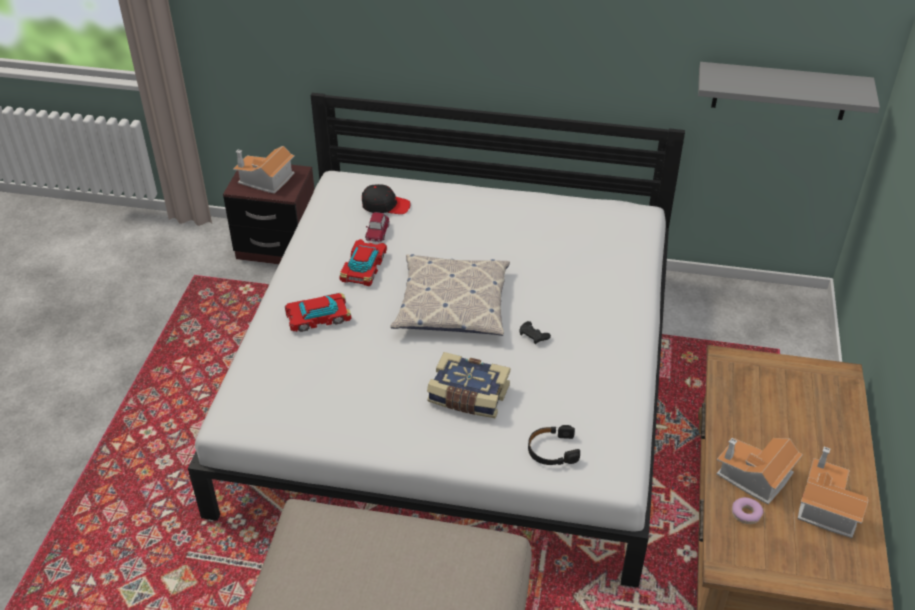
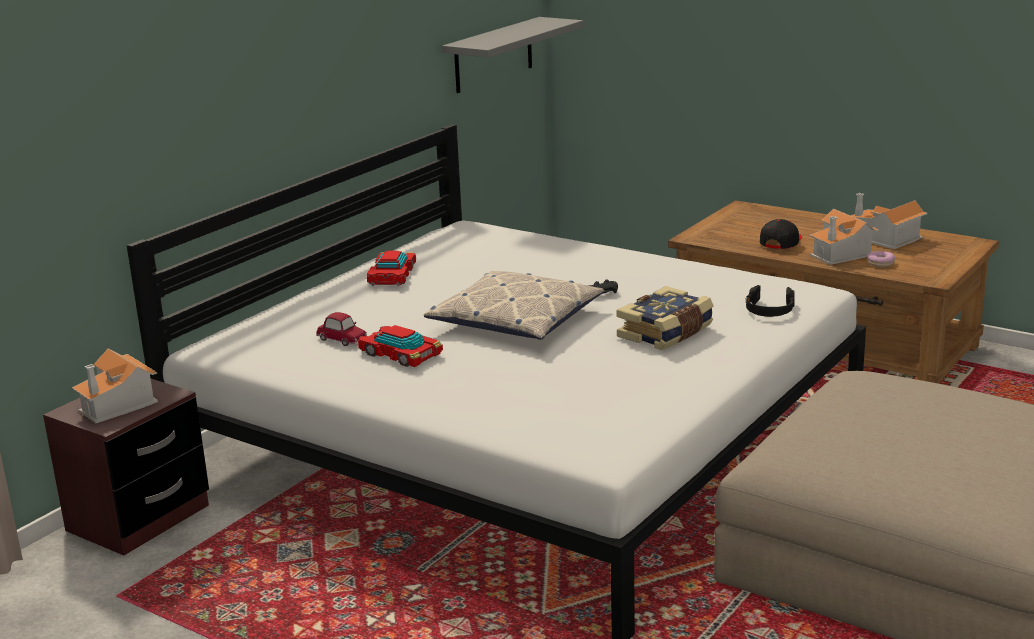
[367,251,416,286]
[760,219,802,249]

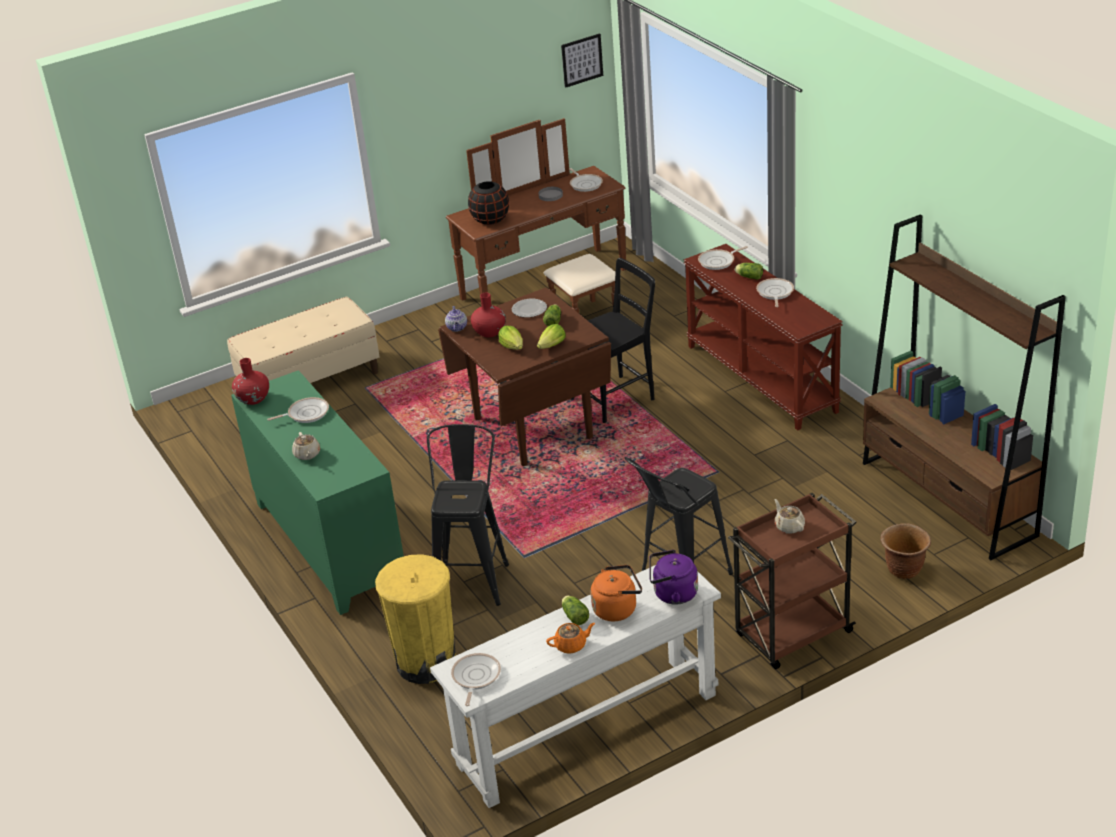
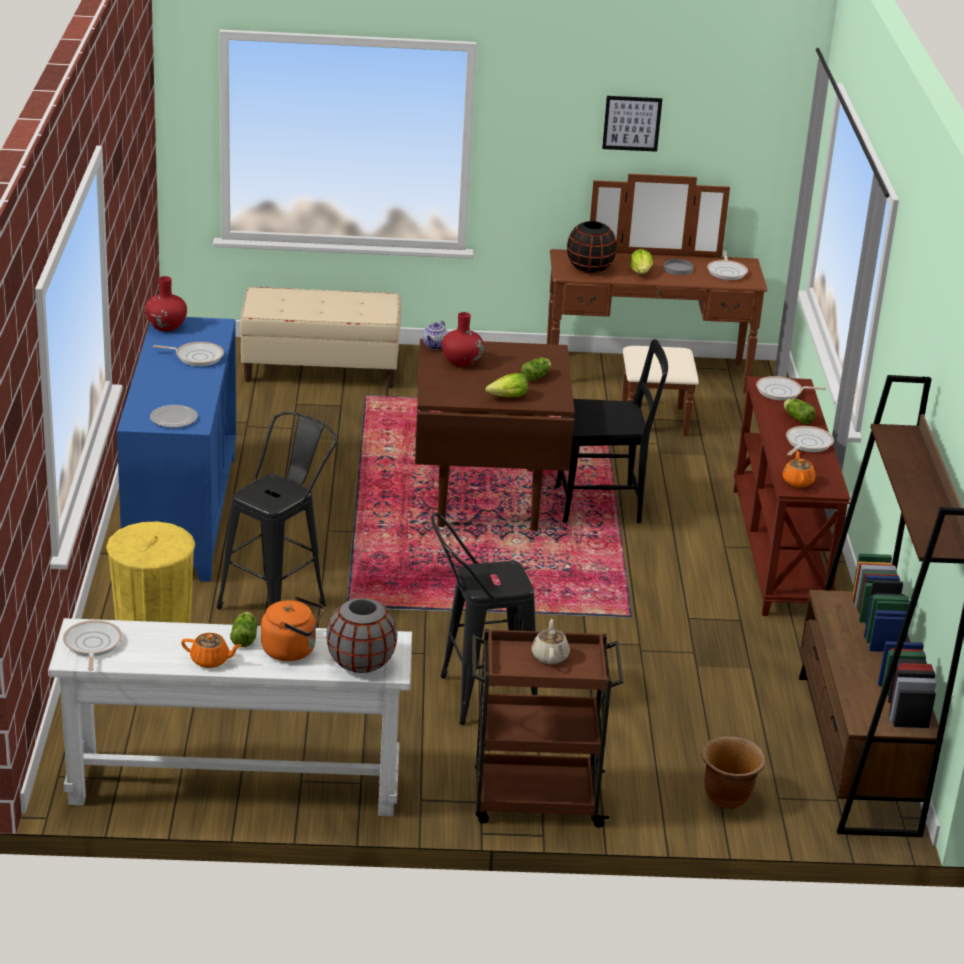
[117,317,236,582]
[292,432,320,460] (first image)
[63,620,122,671]
[630,249,653,274]
[150,405,198,428]
[602,96,662,152]
[326,598,397,673]
[783,451,815,488]

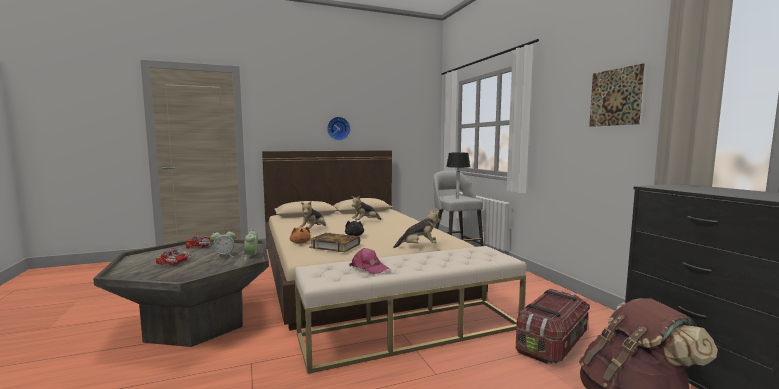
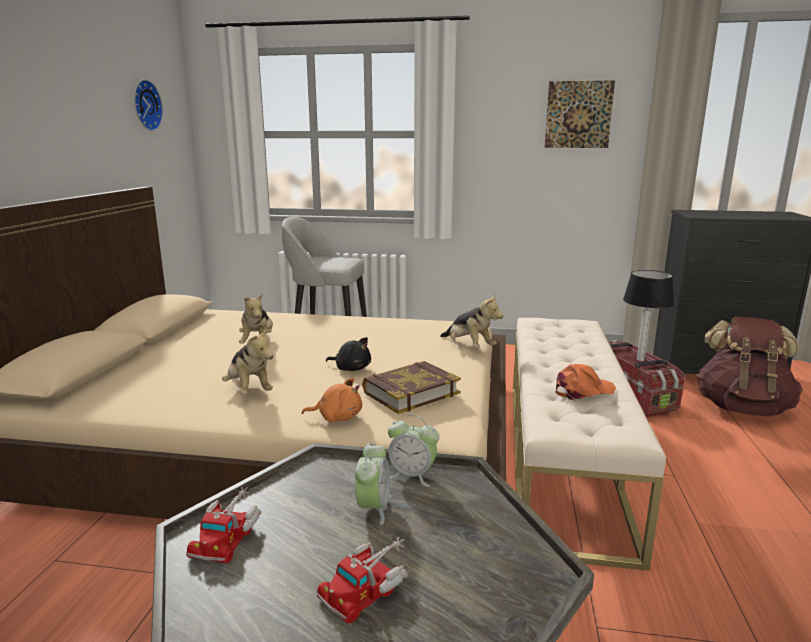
[134,79,163,131]
[556,364,616,401]
[440,294,504,348]
[623,270,674,361]

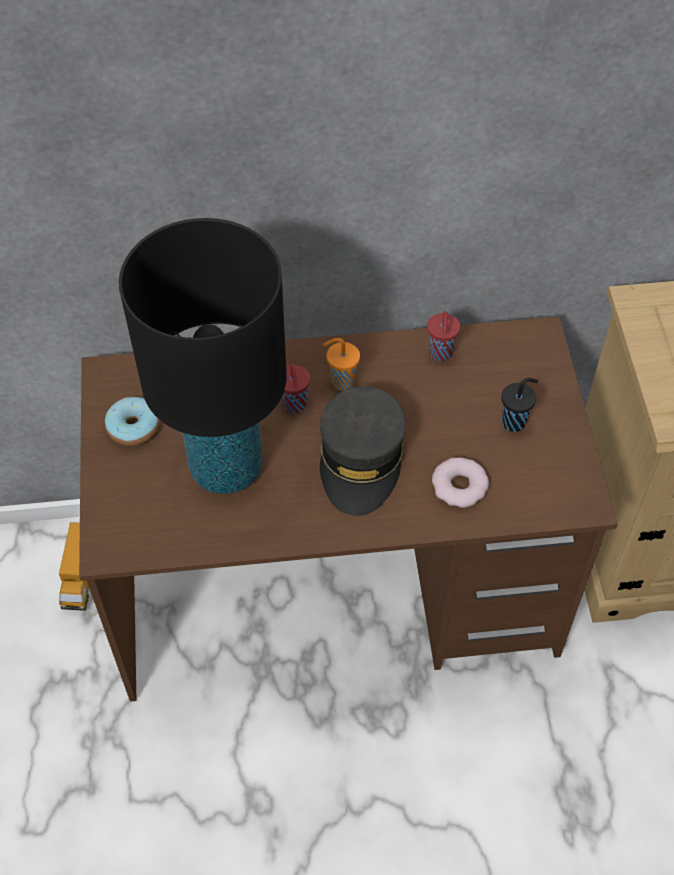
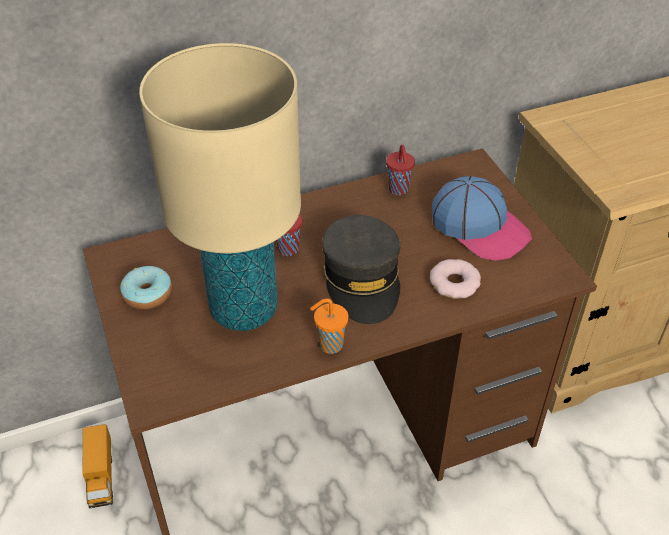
[139,43,301,331]
[310,298,349,354]
[432,176,532,261]

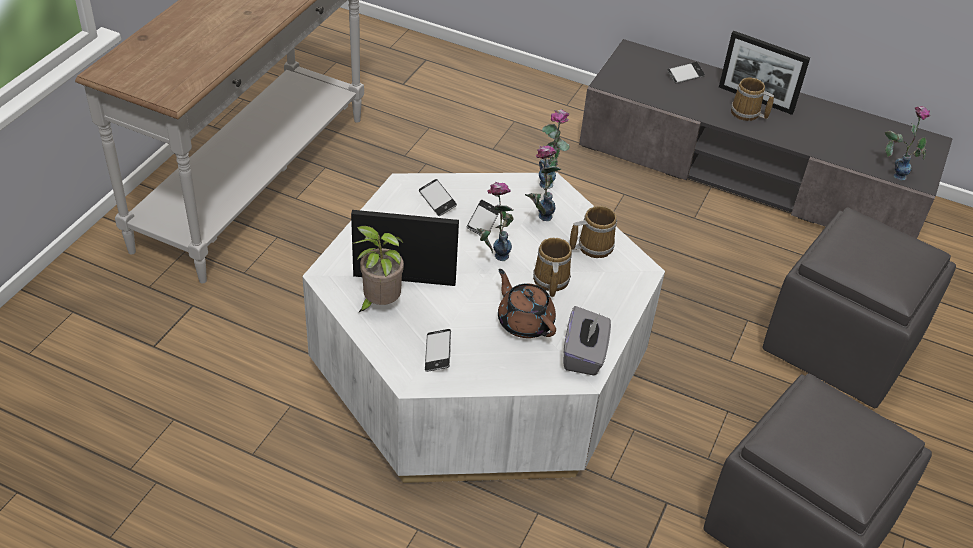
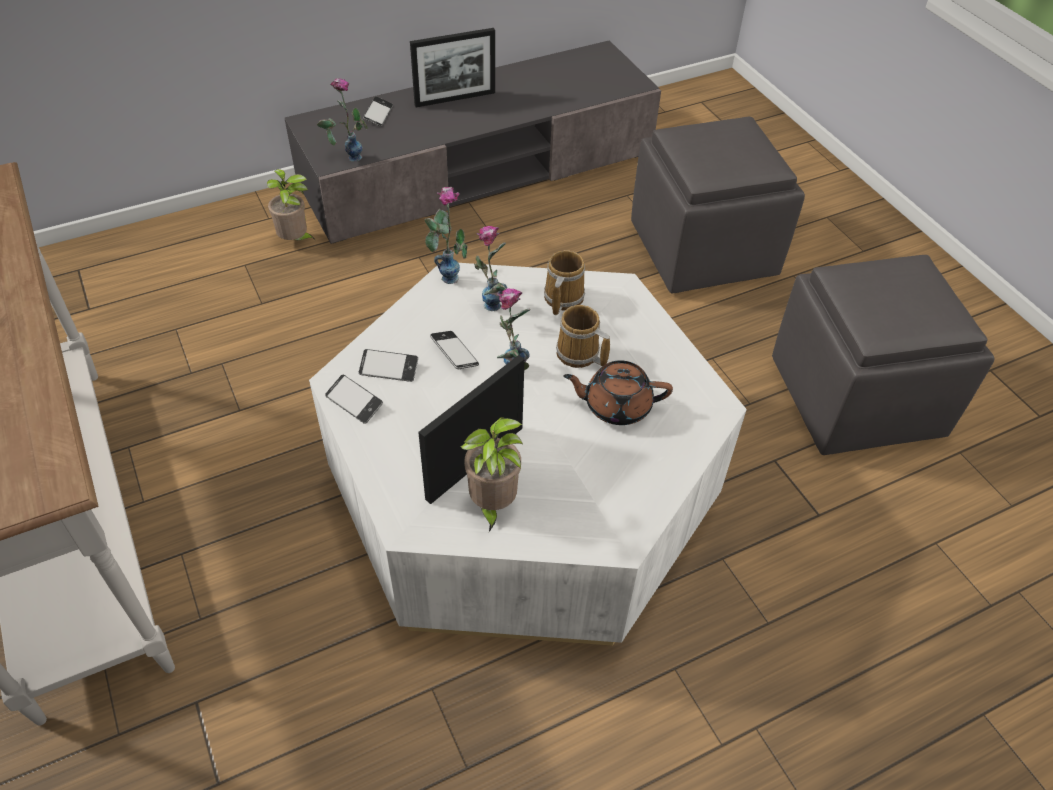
[325,374,383,424]
[563,306,611,375] (first image)
[731,77,774,121] (first image)
[317,78,368,162]
[267,169,316,241]

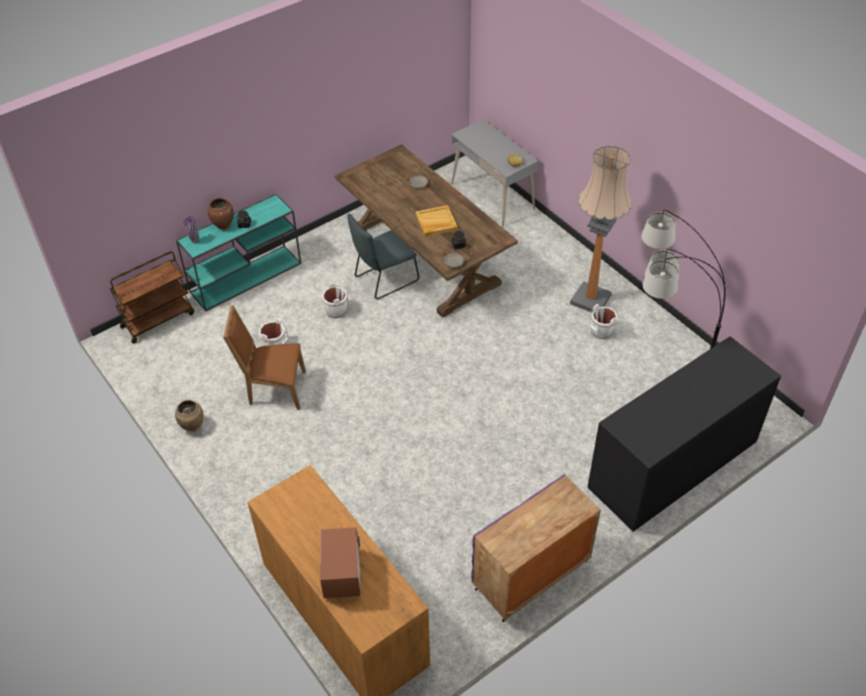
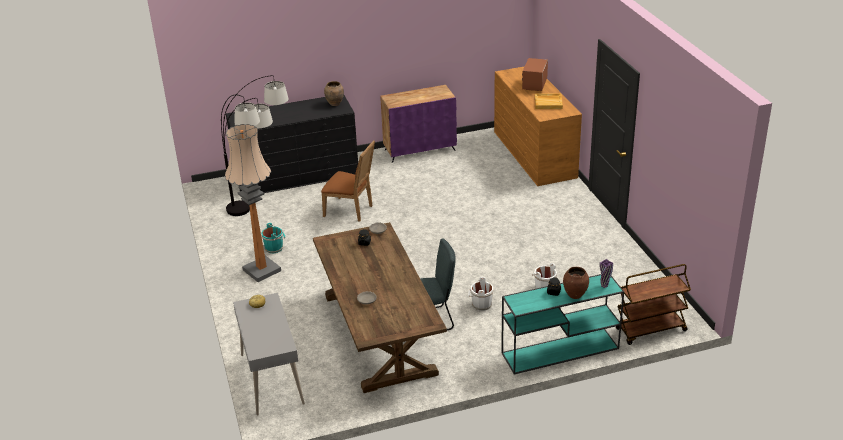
[324,81,344,106]
[321,140,375,222]
[535,93,563,109]
[261,223,285,253]

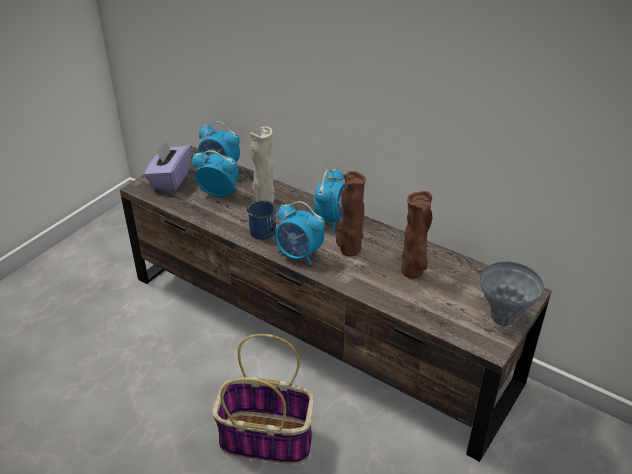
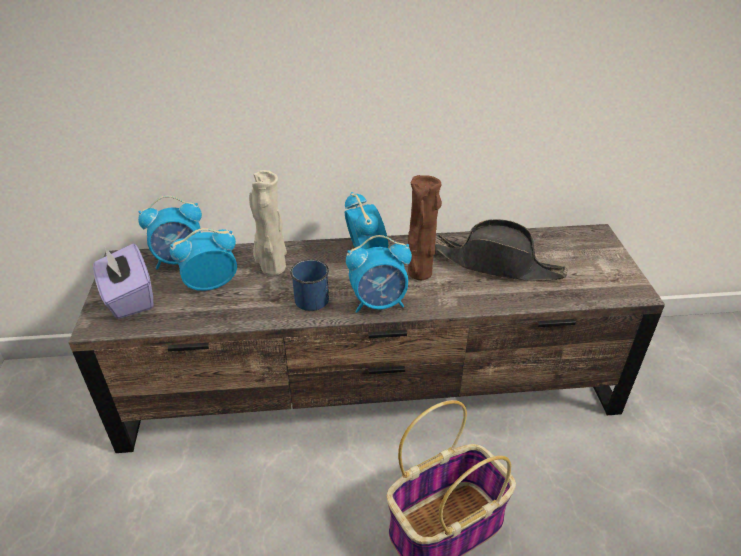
[435,219,568,281]
[480,262,544,326] (first image)

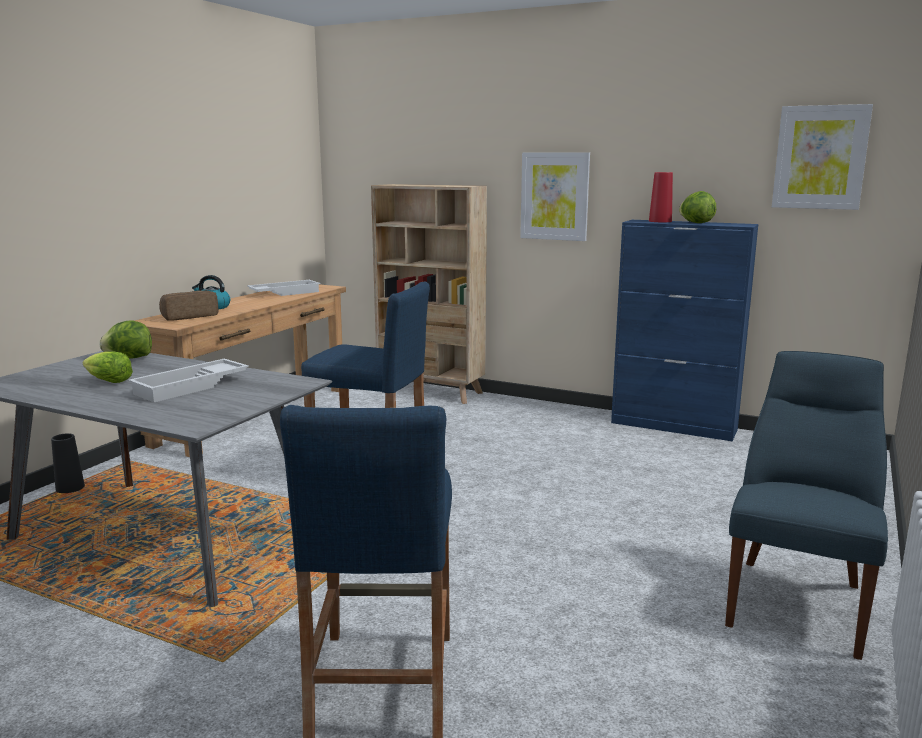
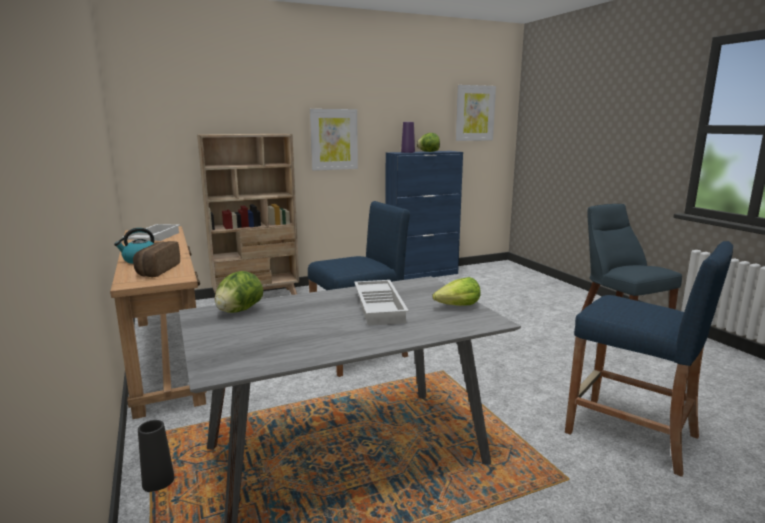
[432,277,481,306]
[401,122,415,153]

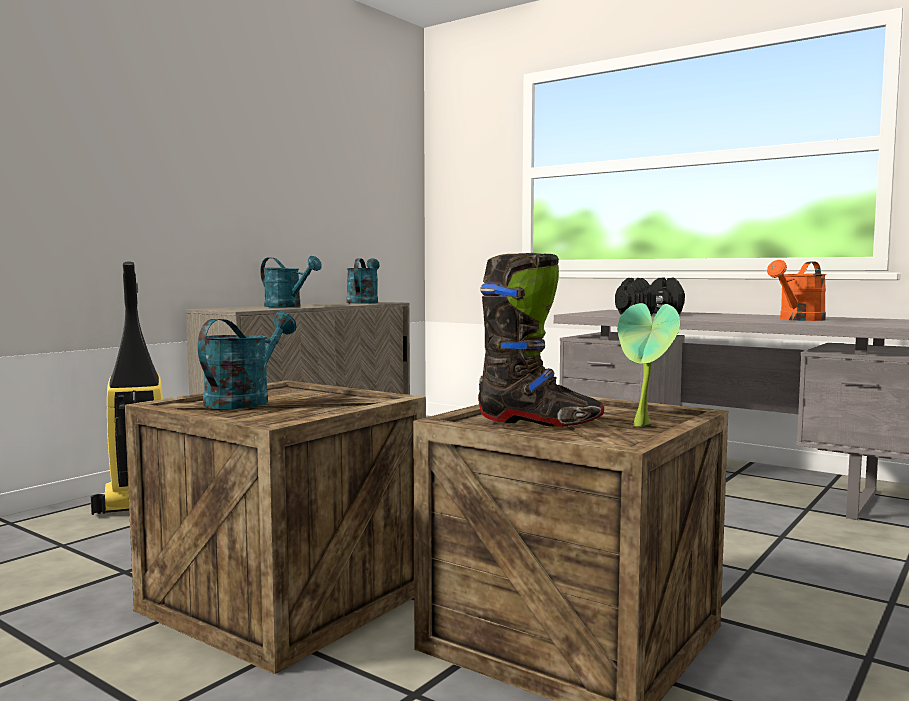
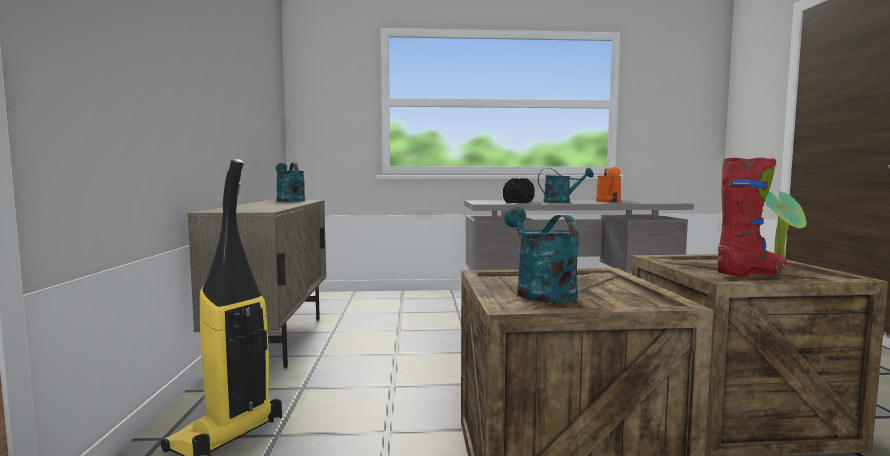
[538,167,594,203]
[718,158,786,277]

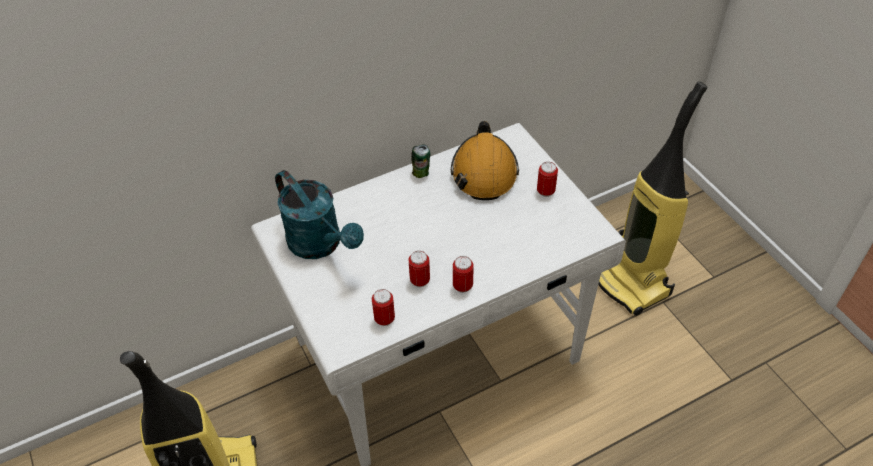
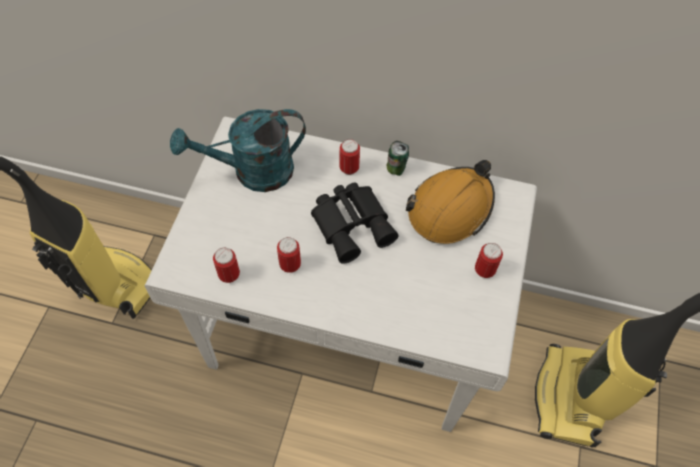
[170,109,306,192]
[339,139,360,175]
[311,182,398,264]

